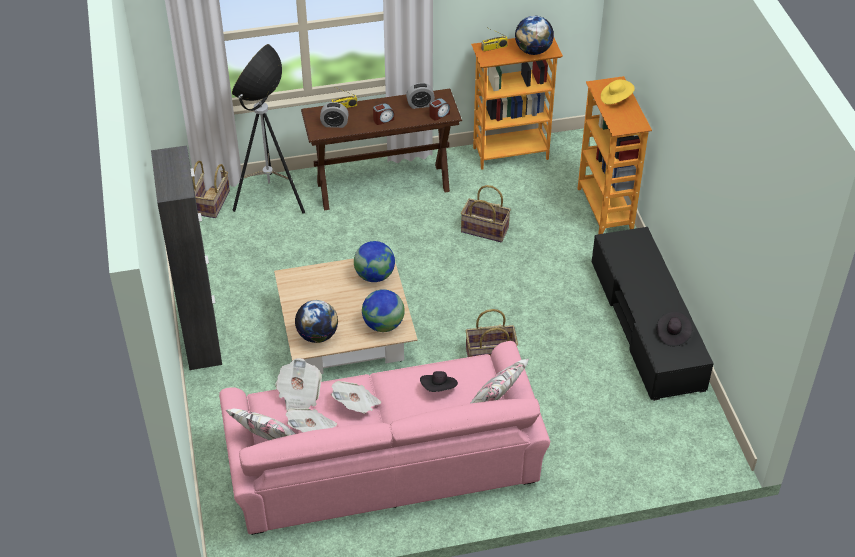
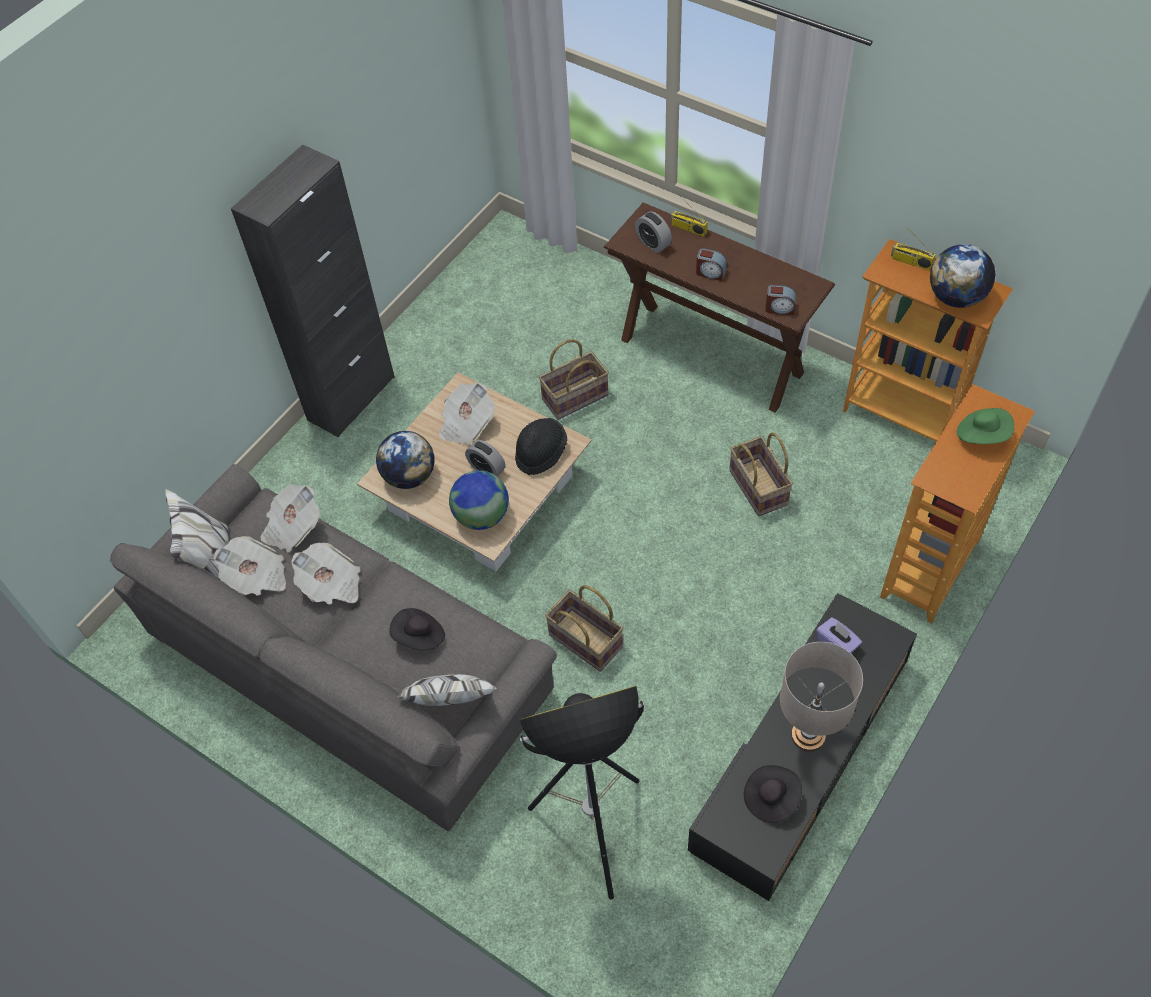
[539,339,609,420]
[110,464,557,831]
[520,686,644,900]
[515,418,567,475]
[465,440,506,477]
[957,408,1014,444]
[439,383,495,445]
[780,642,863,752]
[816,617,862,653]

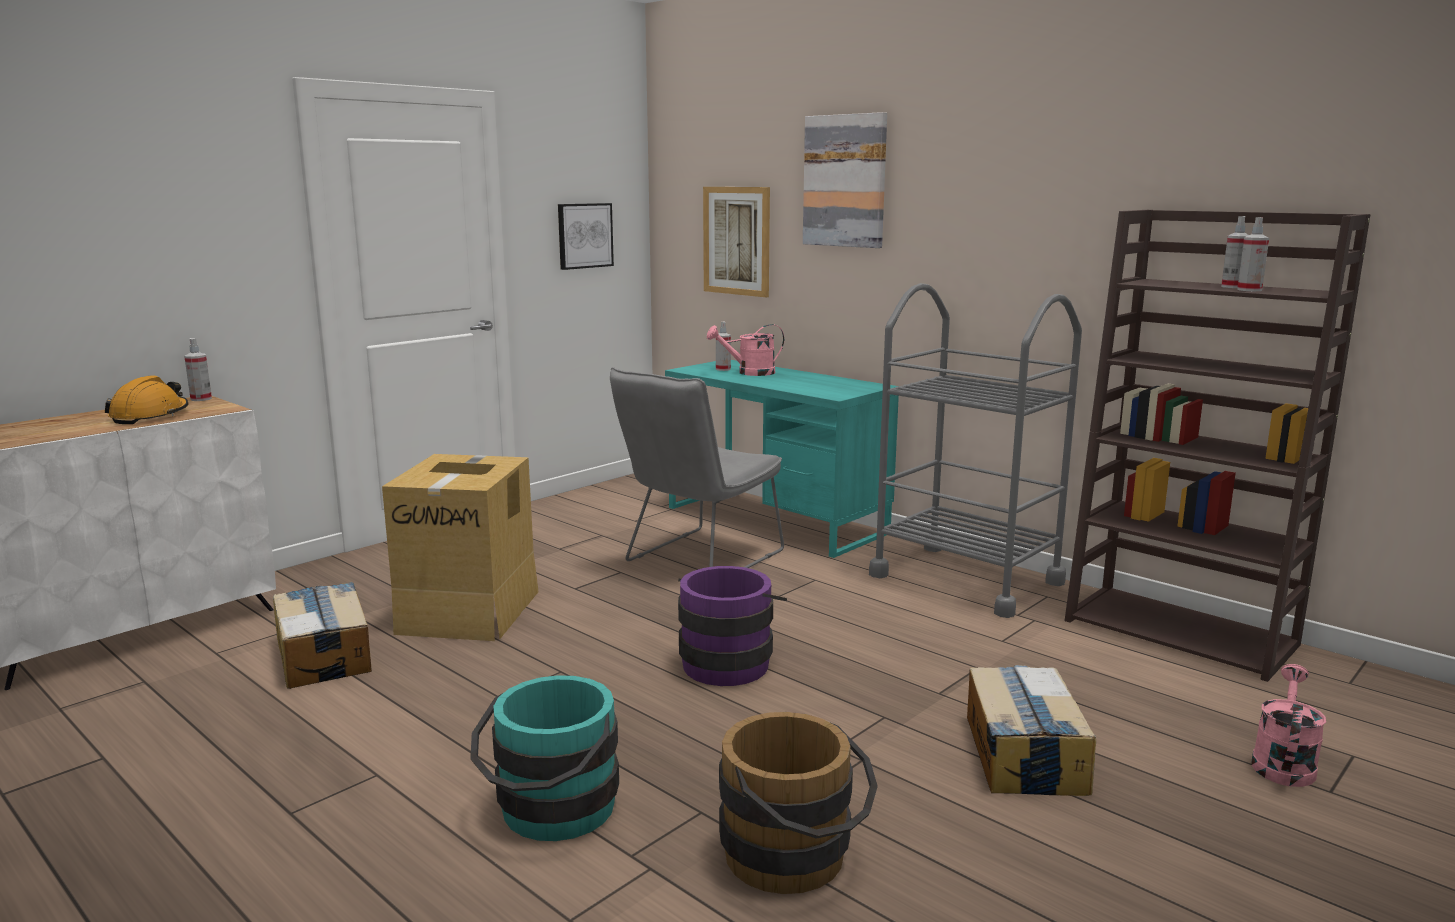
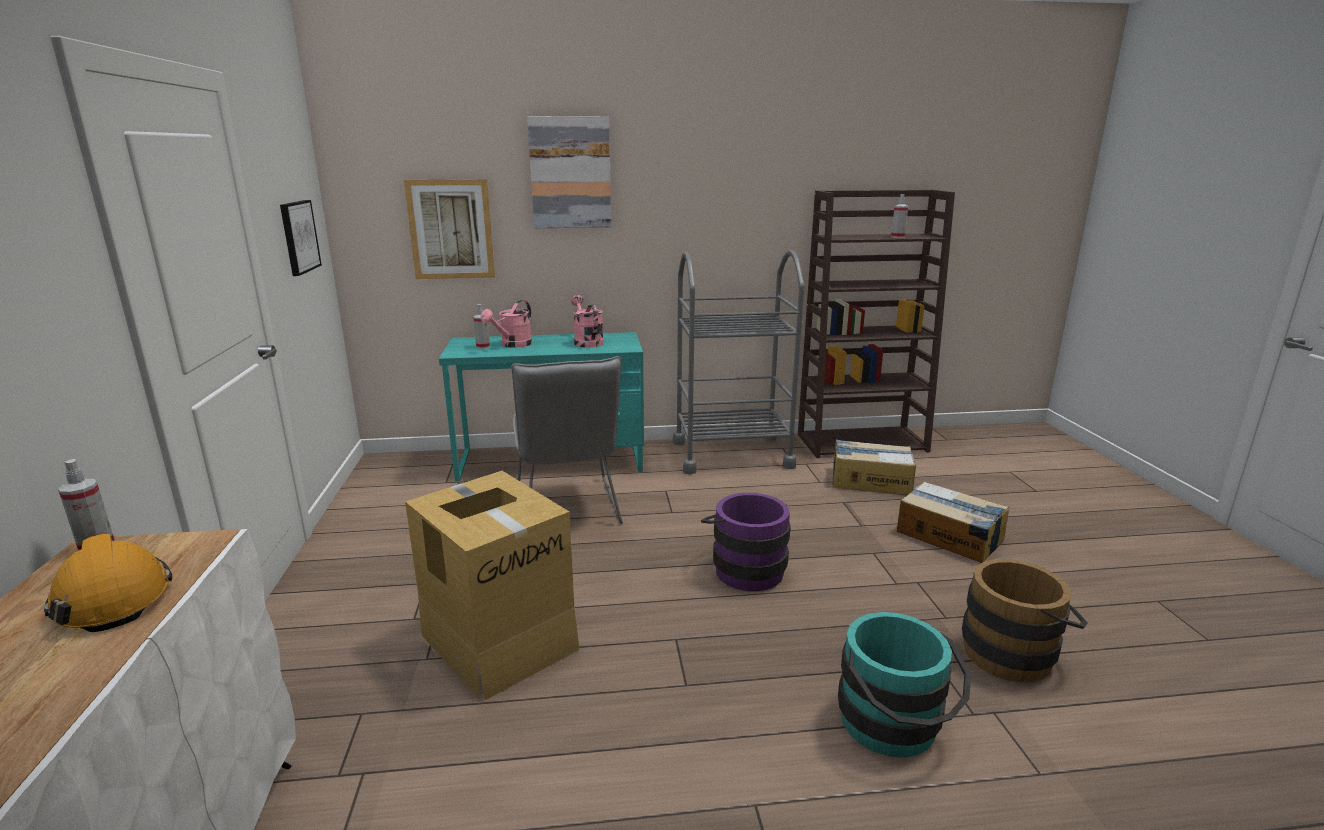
[833,439,916,495]
[1221,216,1248,288] (first image)
[571,295,604,348]

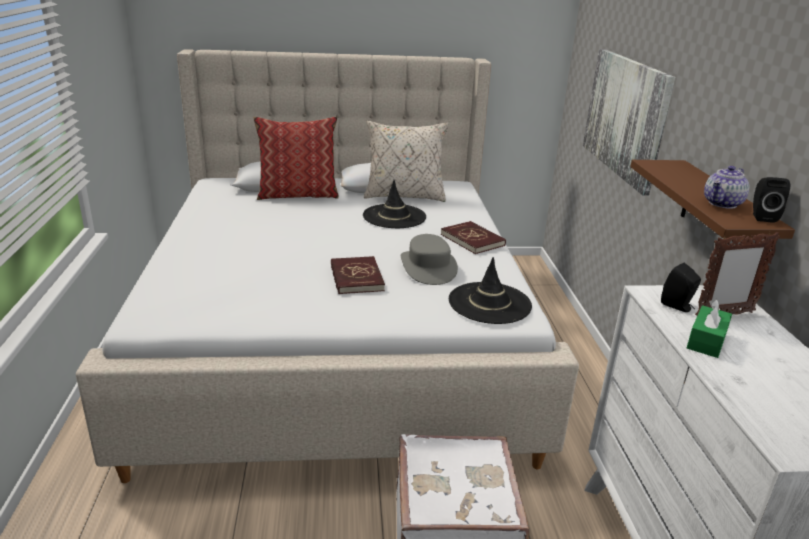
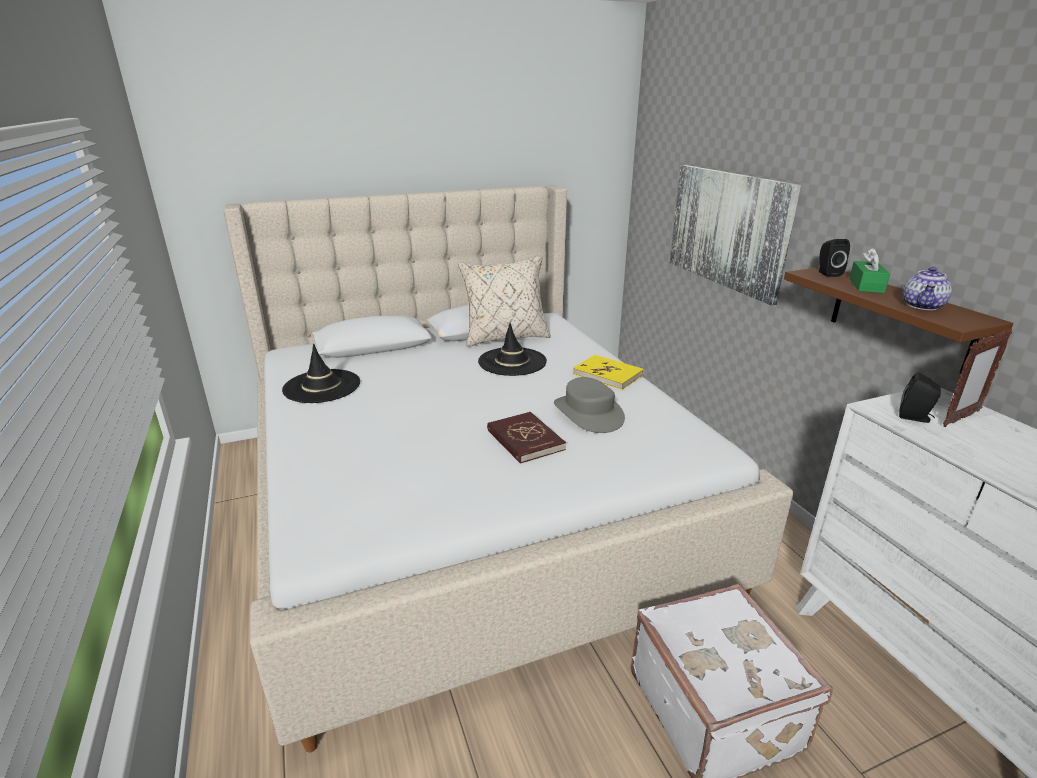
[253,116,339,200] (first image)
[573,355,643,390]
[282,344,360,403]
[849,248,890,293]
[819,239,850,277]

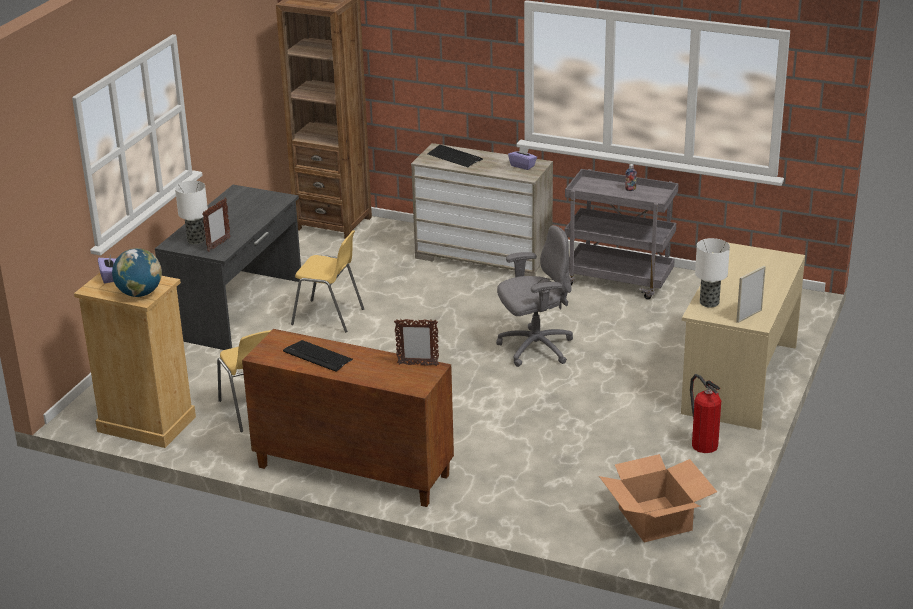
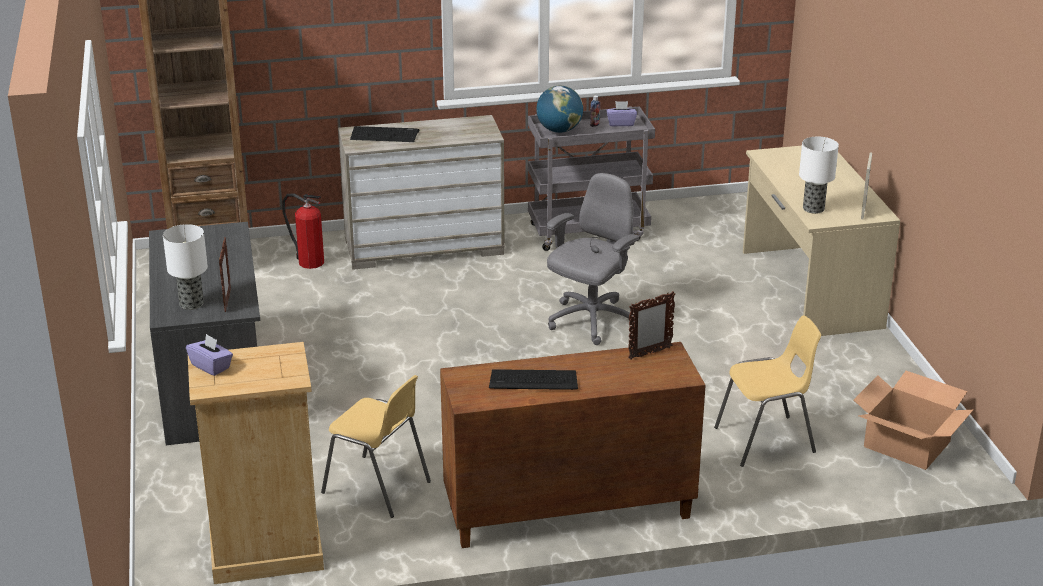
[536,86,583,133]
[714,315,821,467]
[606,101,637,126]
[282,194,324,269]

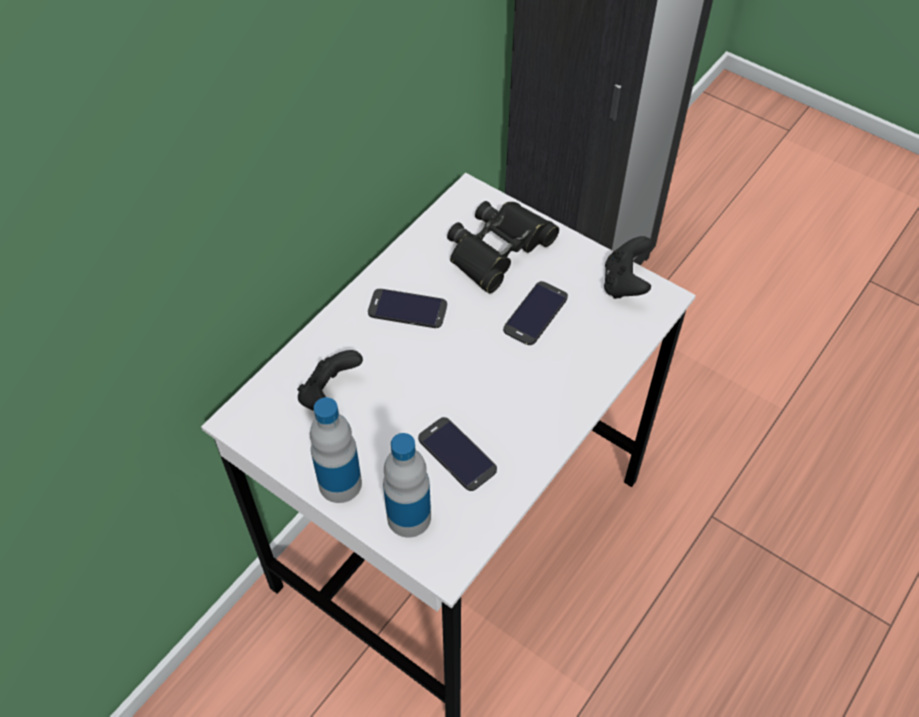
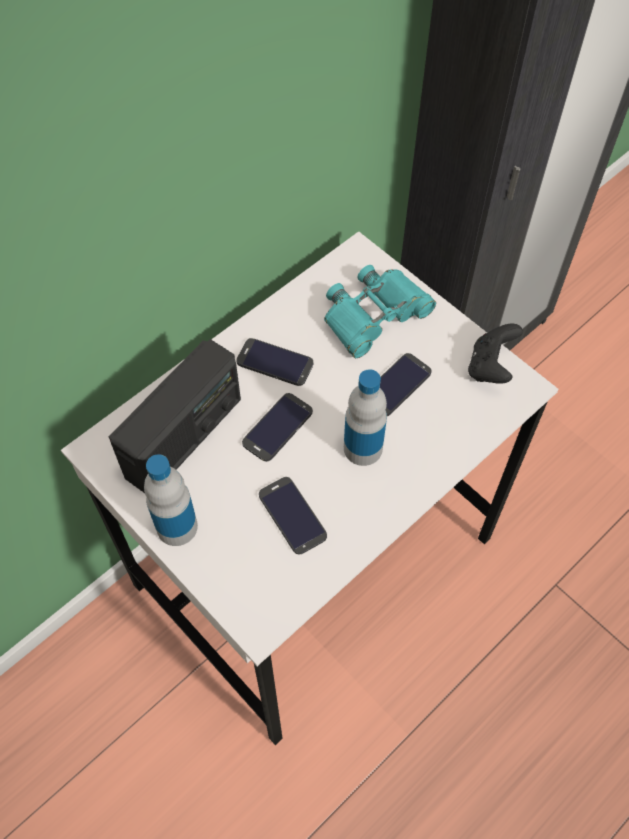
[109,339,241,493]
[344,369,387,466]
[324,265,436,358]
[242,393,313,462]

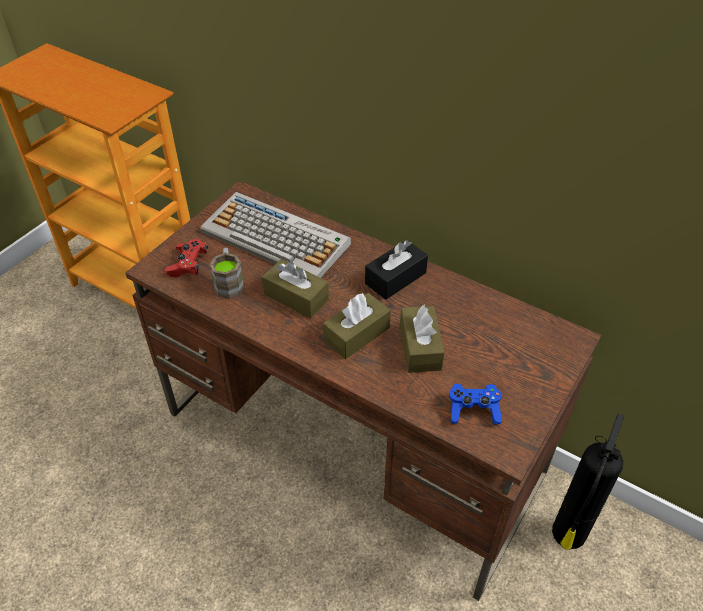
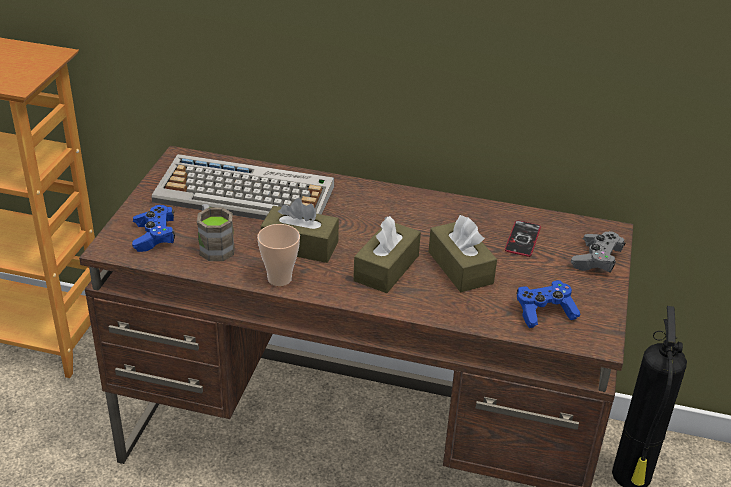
[132,205,175,252]
[365,240,428,300] (first image)
[257,224,300,286]
[505,220,541,257]
[571,231,625,272]

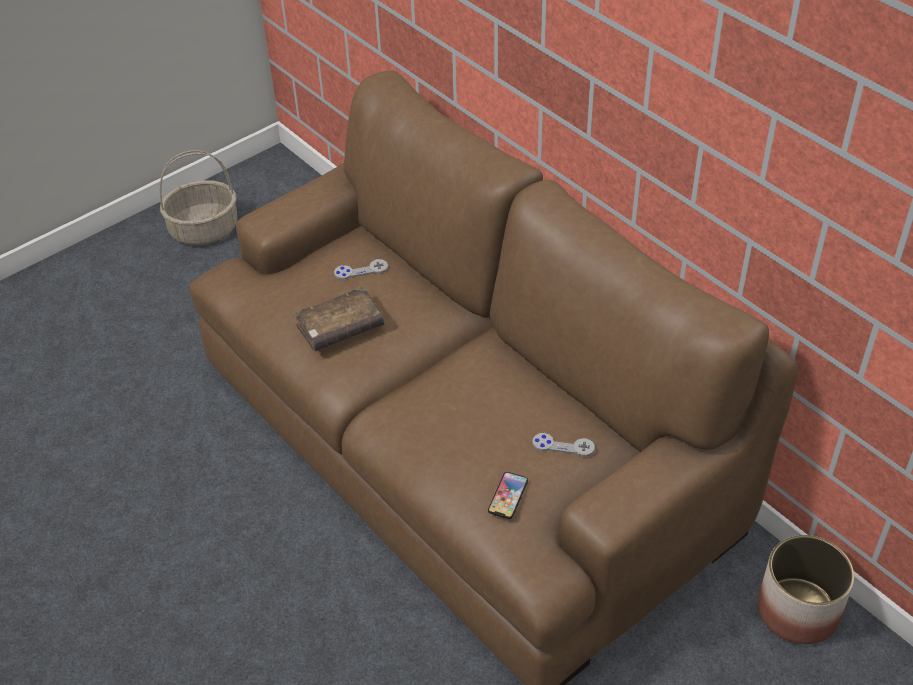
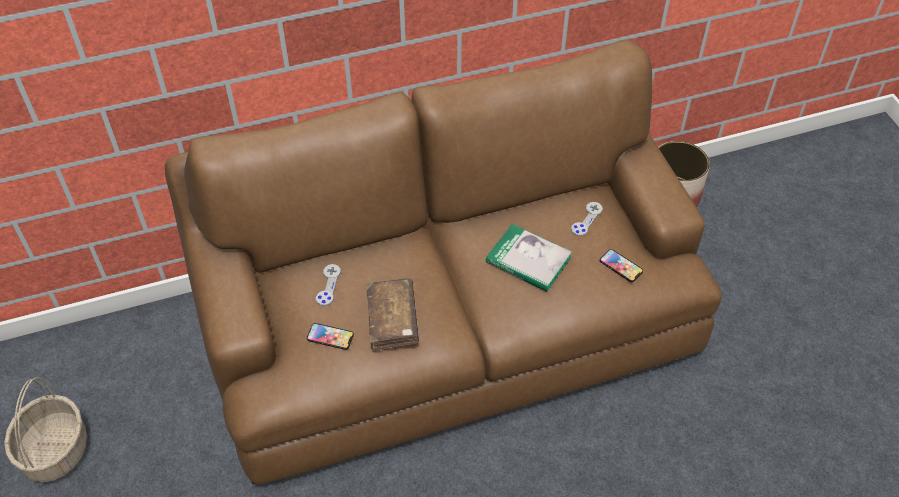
[307,323,354,350]
[486,224,572,292]

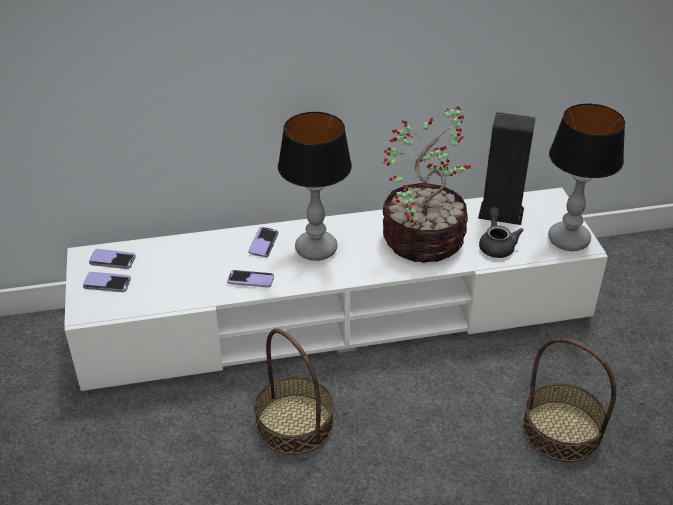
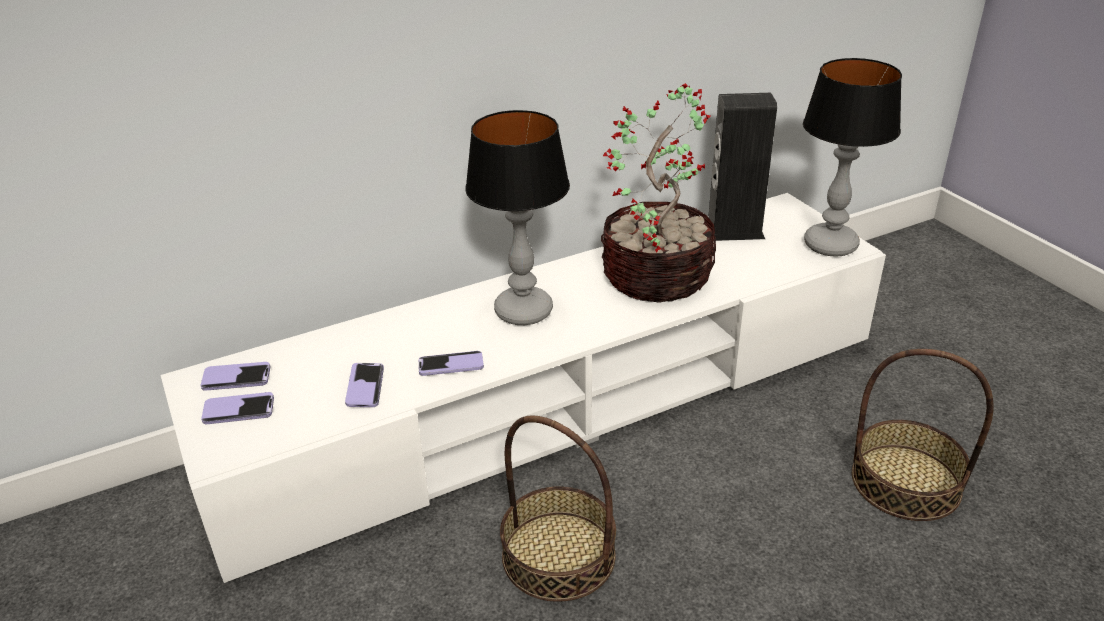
[345,363,384,407]
[479,207,524,258] (first image)

